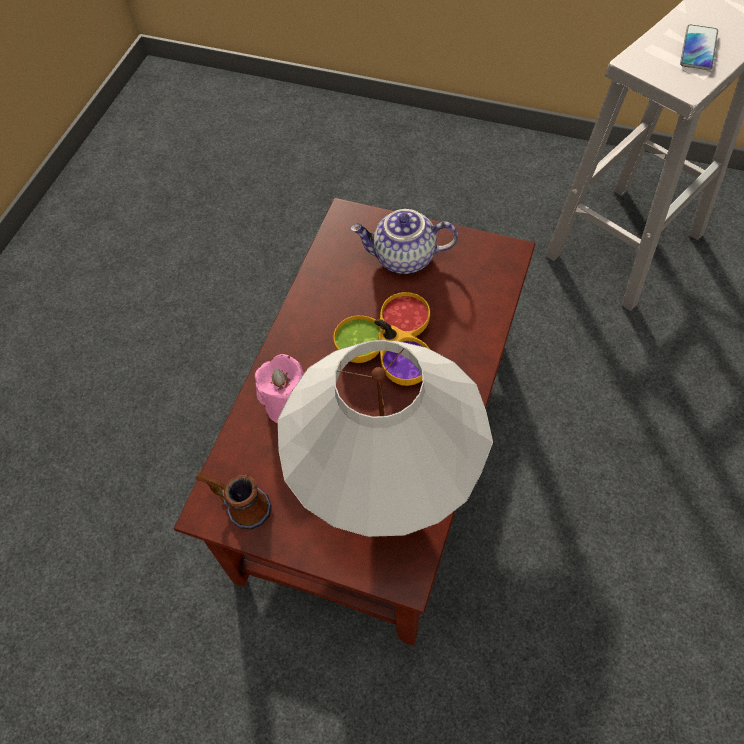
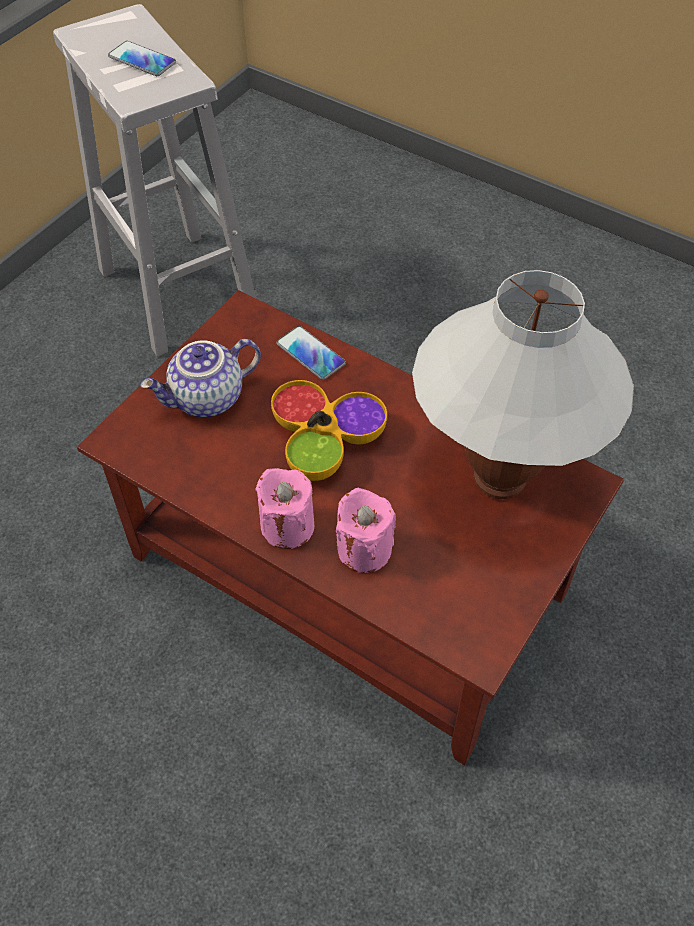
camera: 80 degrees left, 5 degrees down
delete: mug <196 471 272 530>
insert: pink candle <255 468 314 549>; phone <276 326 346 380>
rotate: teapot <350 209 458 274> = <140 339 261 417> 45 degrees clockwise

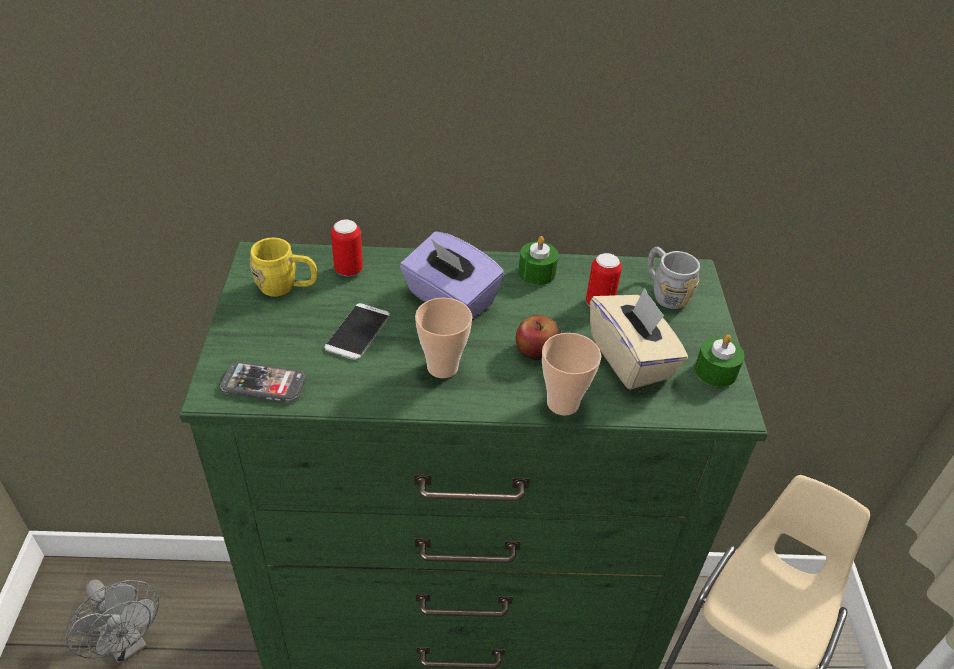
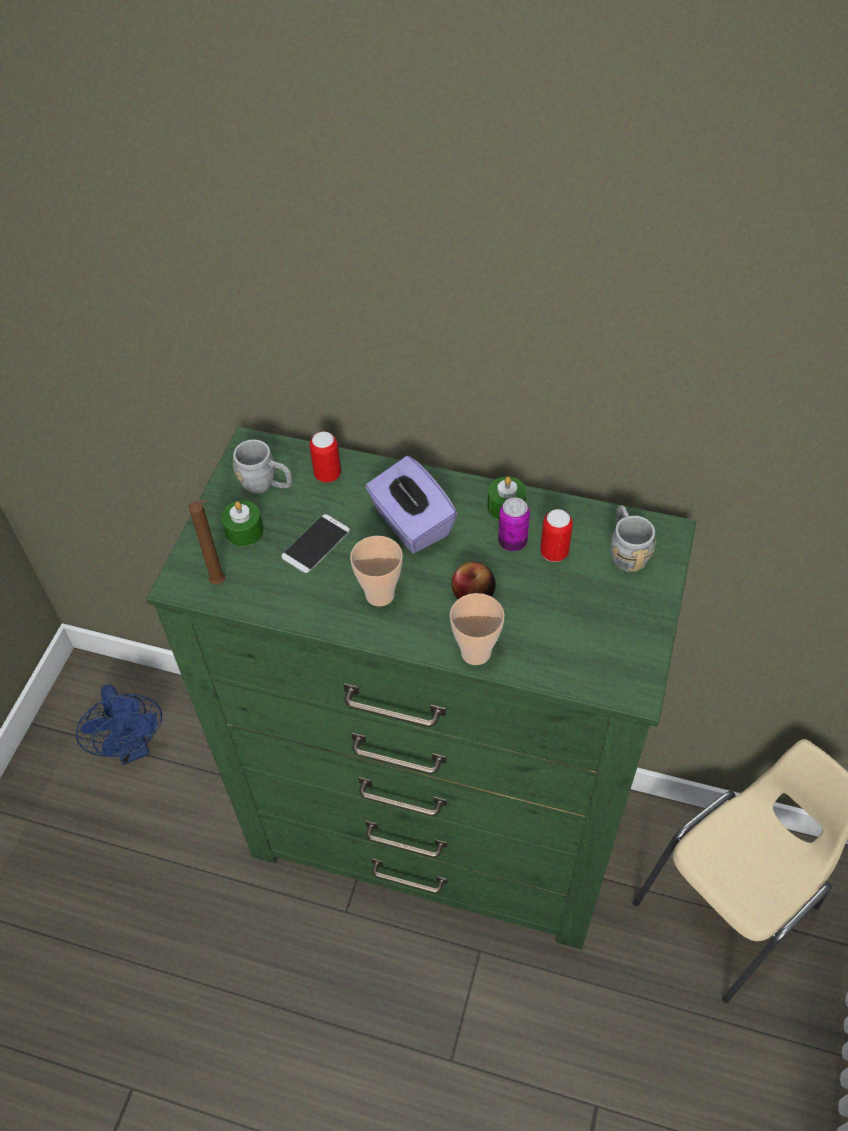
camera: 20 degrees right, 10 degrees up
delete: beige tissue box <590 288 688 390>
insert: can <498 497 530 551>
move: green candle <695 334 744 387> to <221 501 263 546>
replace: phone <220 362 306 403> to brown candle <188 499 225 585>
recolor: grey fan <66 579 159 664> to blue fan <76 684 162 765>; yellow mug <250 238 317 297> to grey mug <233 440 293 494>

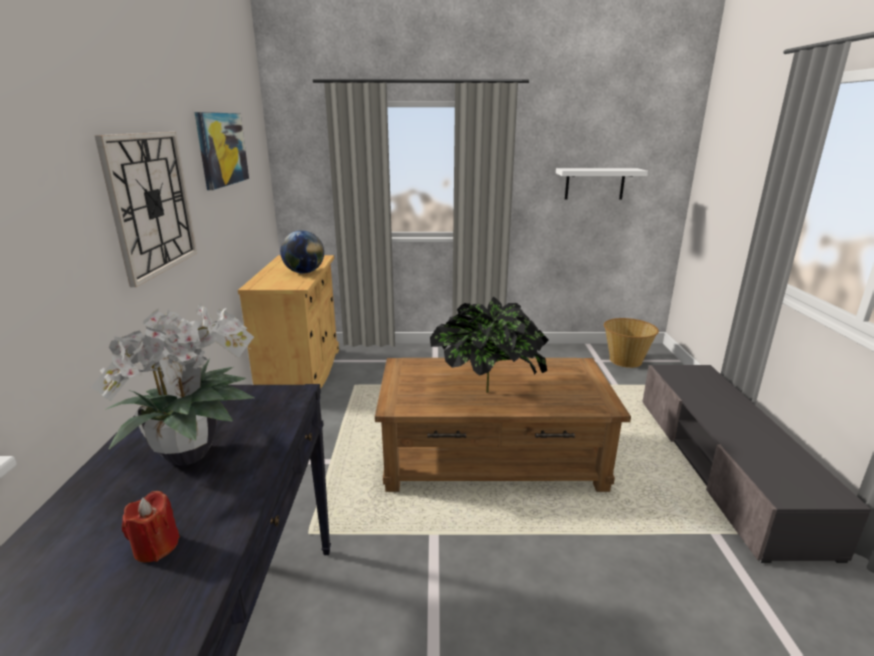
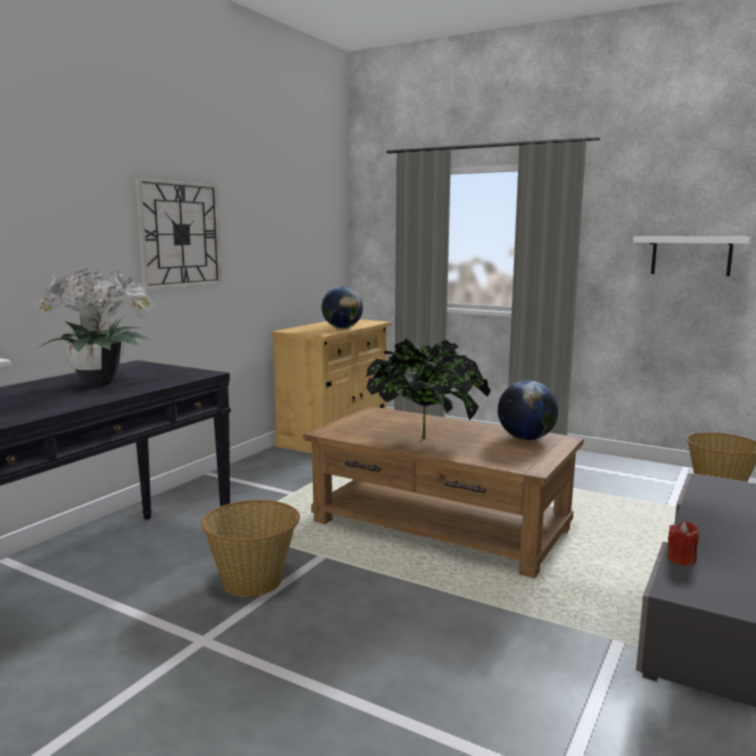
camera: 30 degrees right, 10 degrees down
delete: picture <194 112 249 190>
insert: basket <201 500 300 597>; globe <498 380 559 440>
move: red candle <122 491 180 562> to <667 521 699 566>

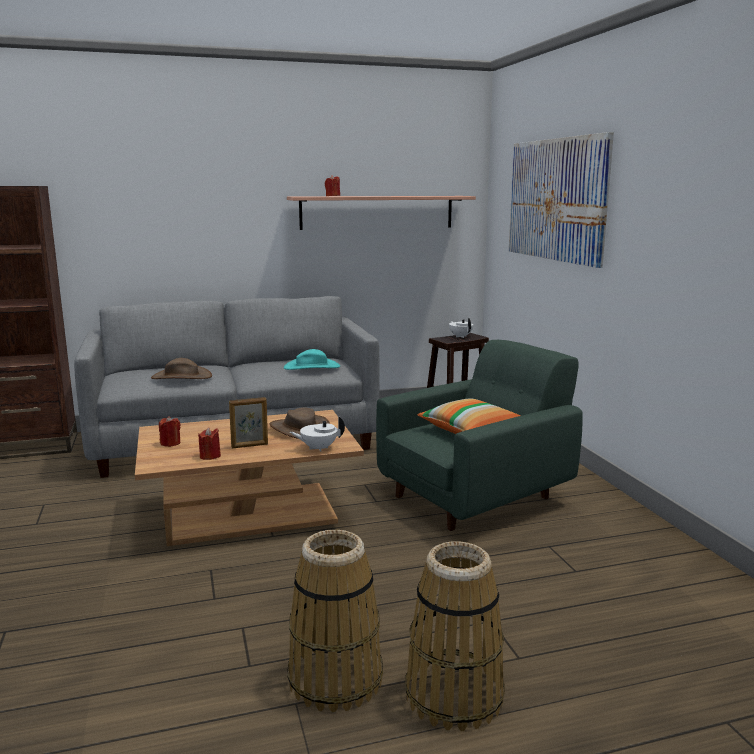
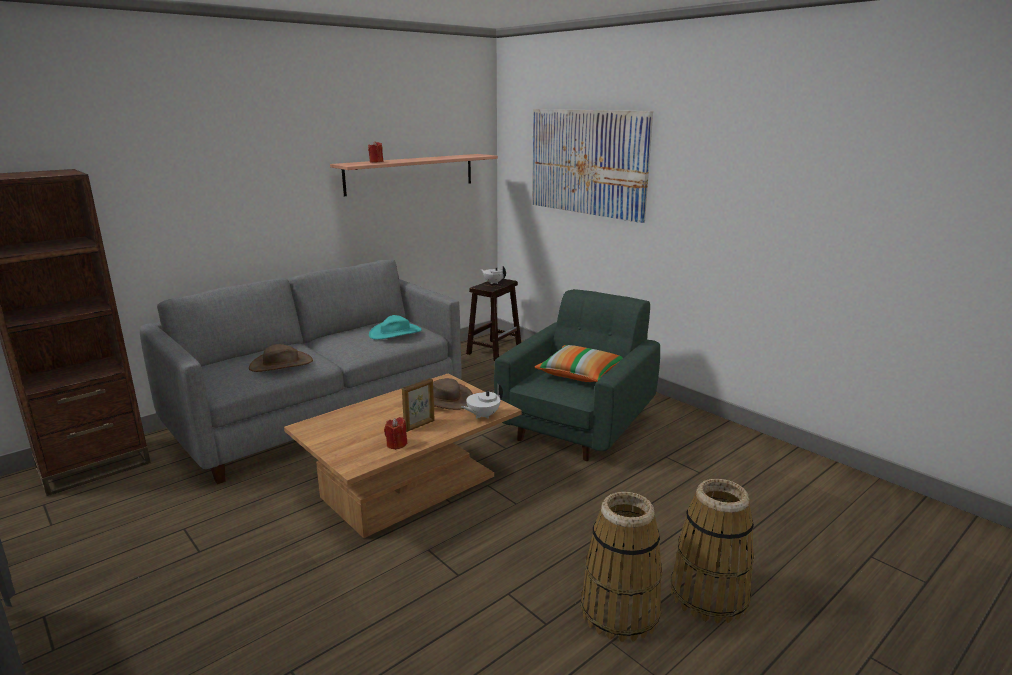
camera: 25 degrees left, 5 degrees up
delete: red candle <159 416 180 447>

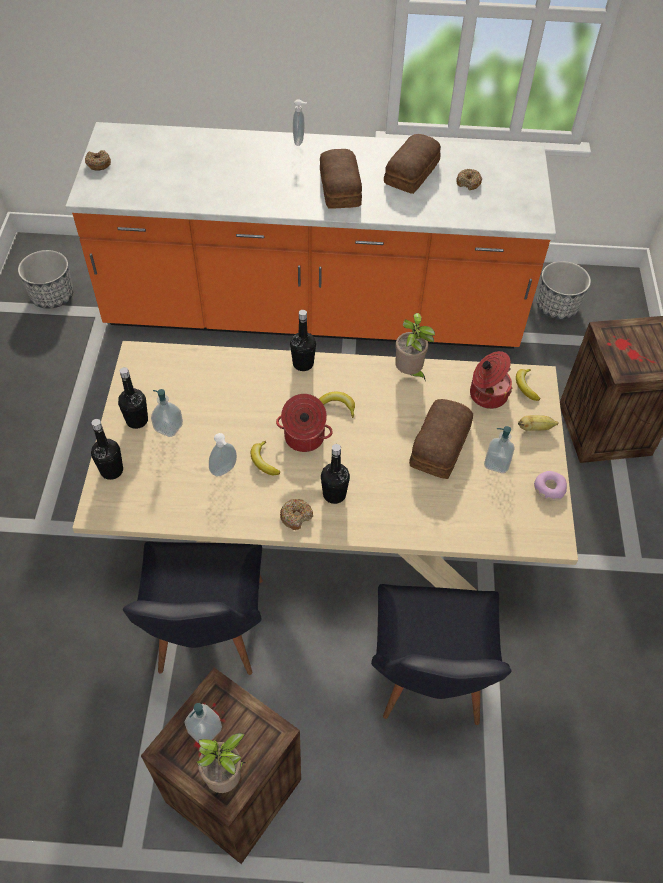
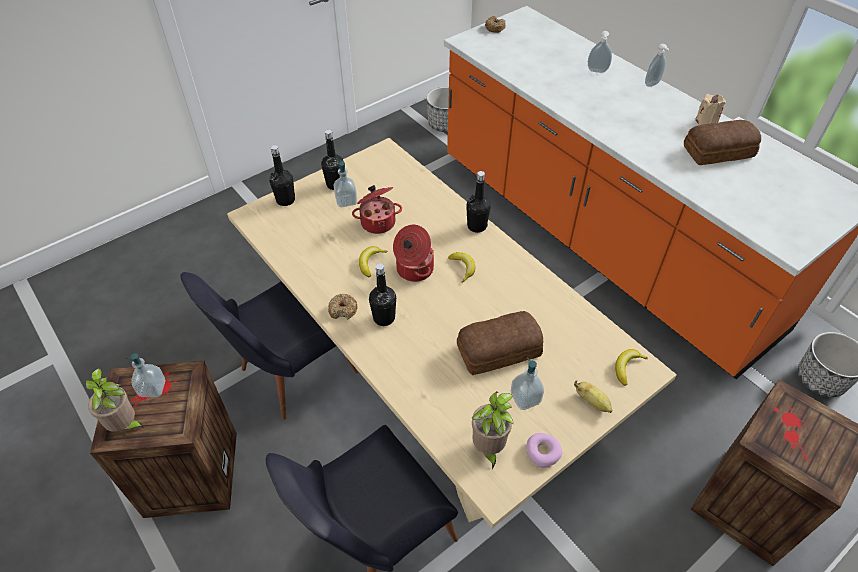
camera: 50 degrees right, 5 degrees down
delete: bread <320 149 362 209>; donut <456 169 482 190>
insert: beige candle <695 94 726 125>
move: soap dispenser <209 433 237 476> to <588 31 612 73>; potted plant <395 313 435 381> to <472 391 514 469>; cooking pot <470 351 513 409> to <352 185 402 234>

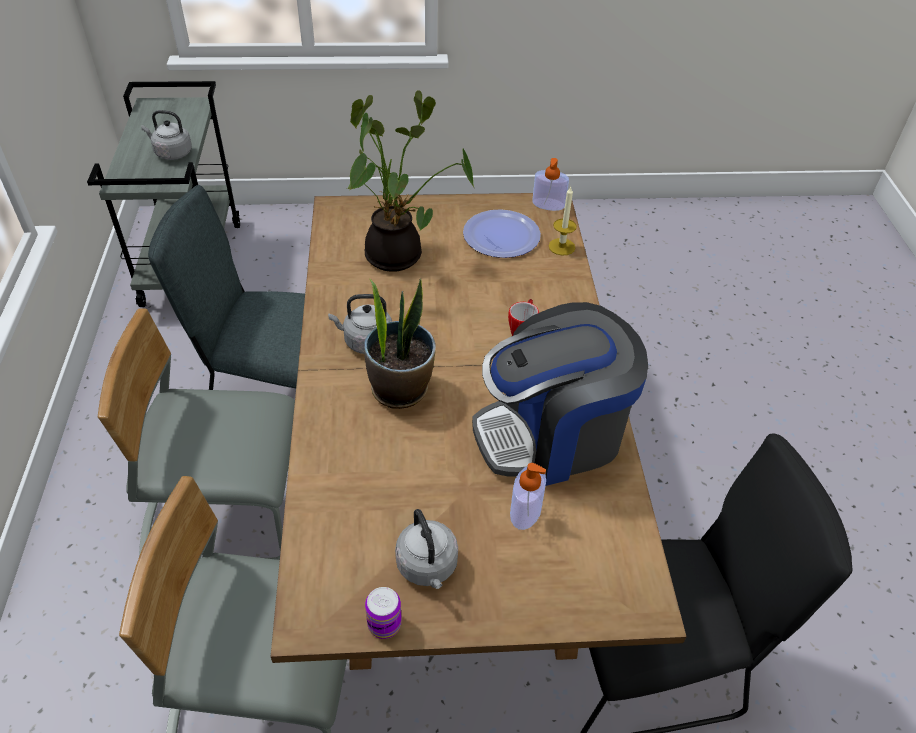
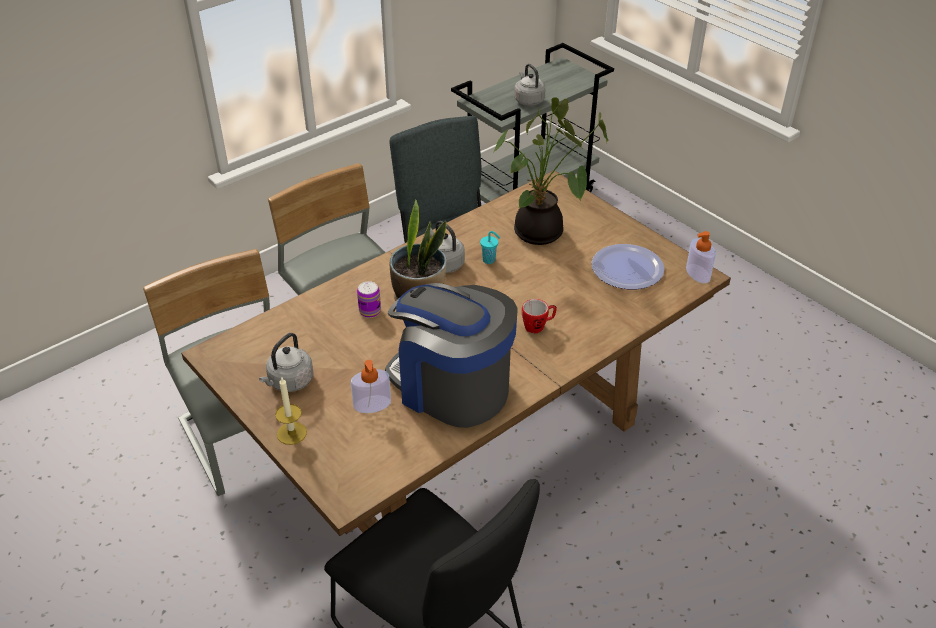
camera: 55 degrees right, 5 degrees down
insert: turquoise cup <480 231 500 264>
move: can <365 587 402 639> to <357 281 381 318>; candle <549 187 577 255> to <275 378 307 445>

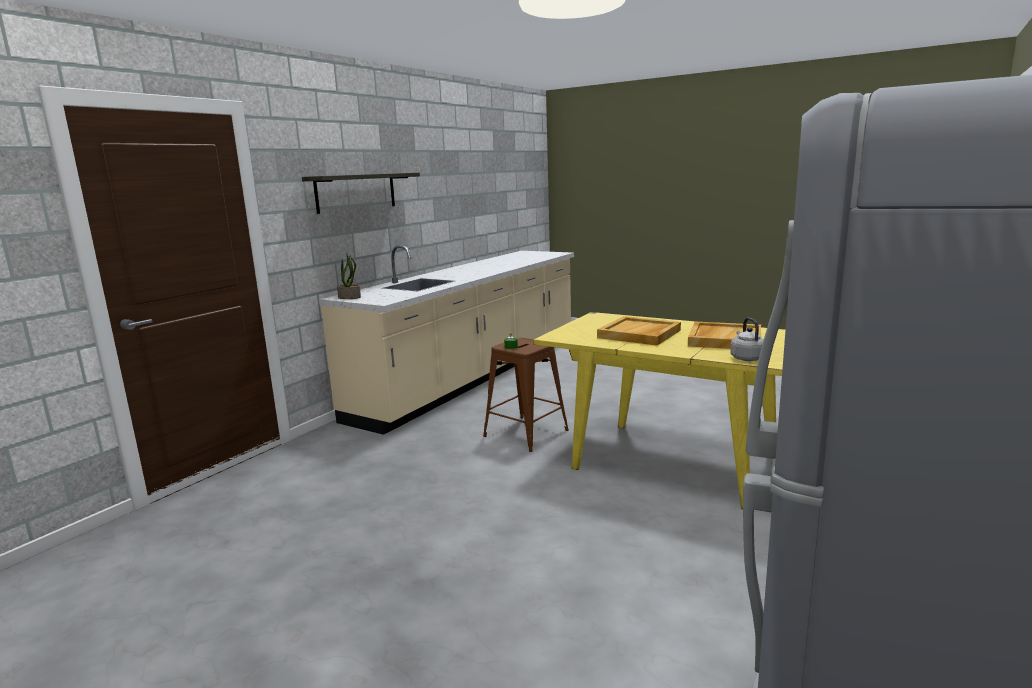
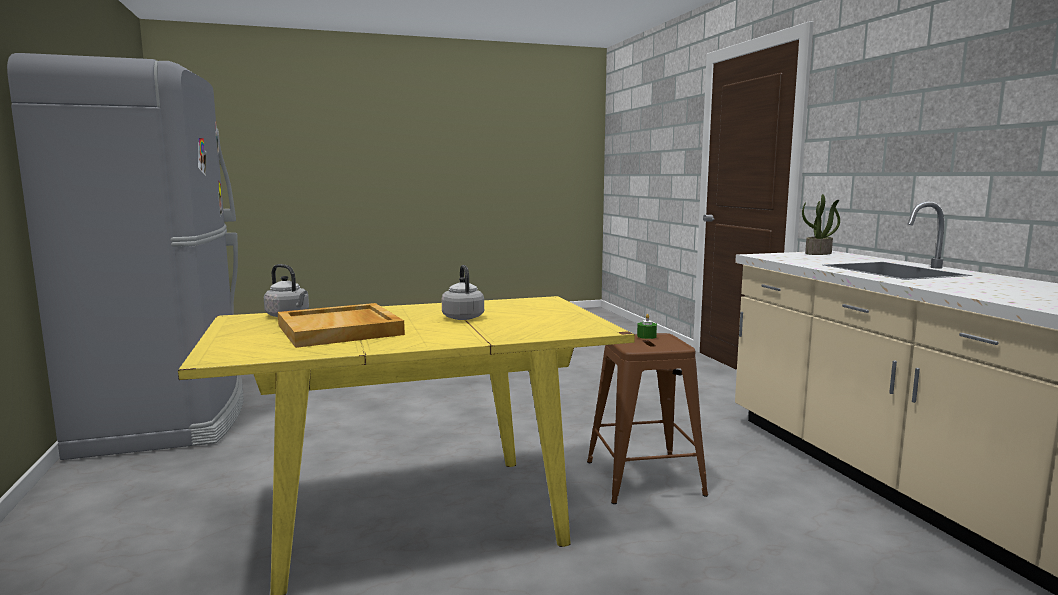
camera: 130 degrees right, 5 degrees down
delete: shelf <302 173 420 214>
replace: beige tray <597 316 681 346> to grey kettle <442 265 484 320>

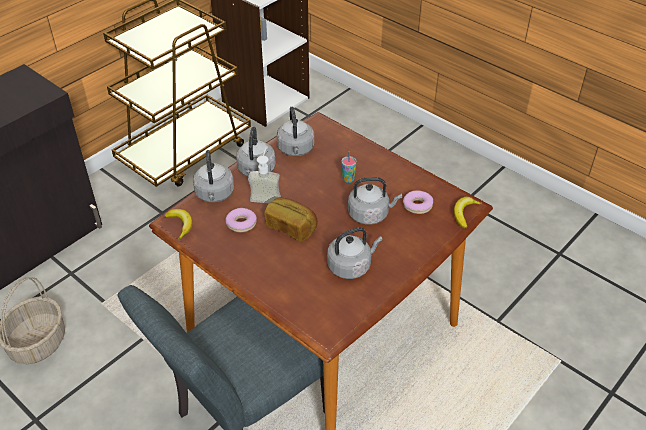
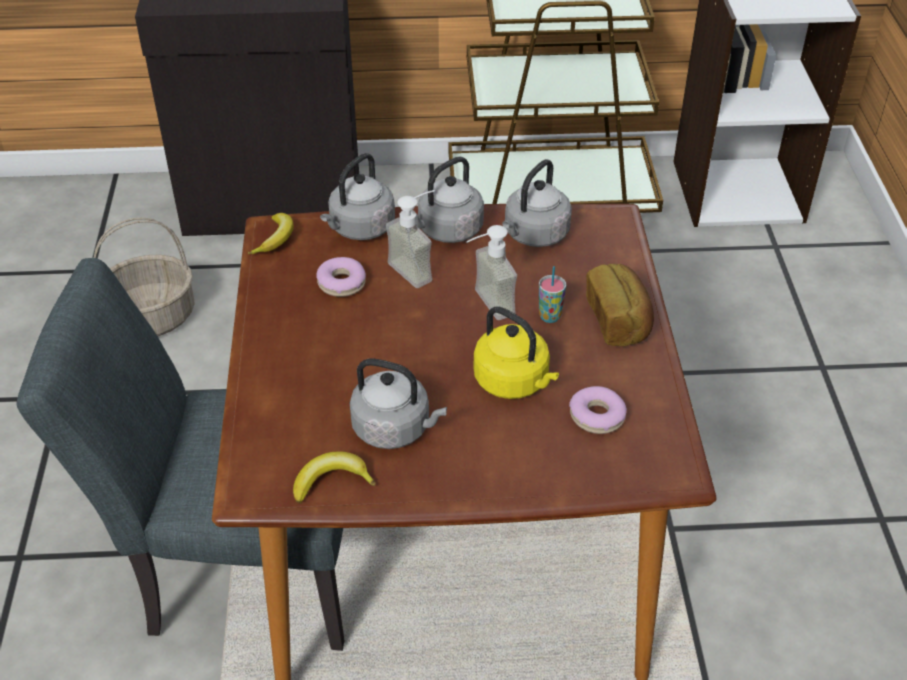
camera: 45 degrees right, 0 degrees up
insert: soap dispenser <466 225 517 320>
move: bread <264 198 318 242> to <586 264 654 346>; banana <454 197 482 229> to <293 451 376 503>
recolor: grey kettle <348 177 402 225> to yellow kettle <474 306 559 399>

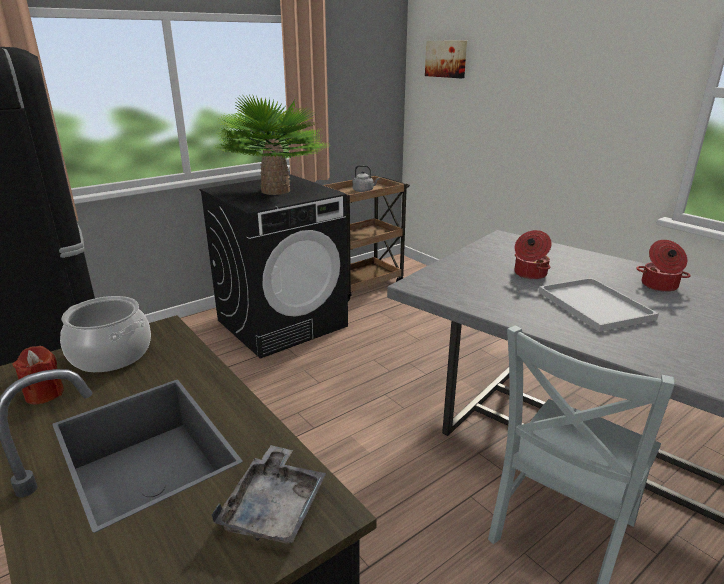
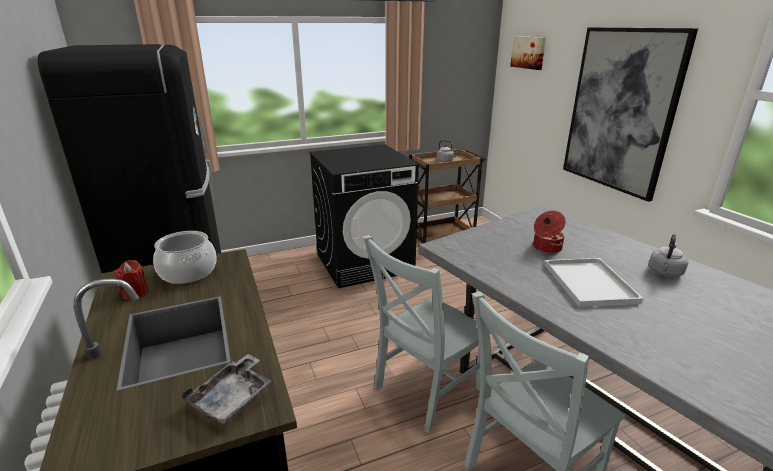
camera: 15 degrees right, 0 degrees up
delete: potted plant <216 94 332 195>
insert: grey chair <362 235 490 433>; picture <563 27 698 202>
replace: cooking pot <636 240 690 292> to grey kettle <649 234 688 277>

